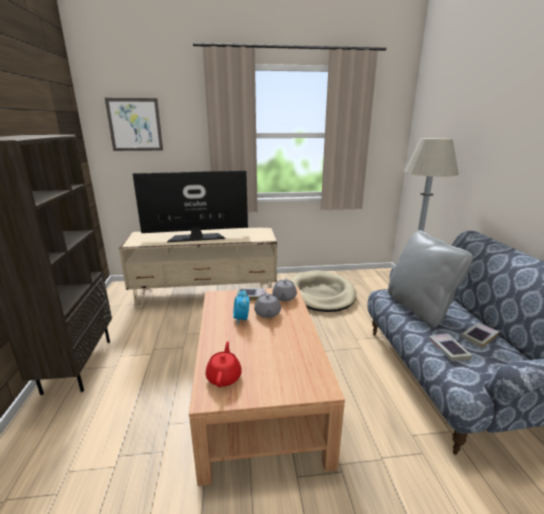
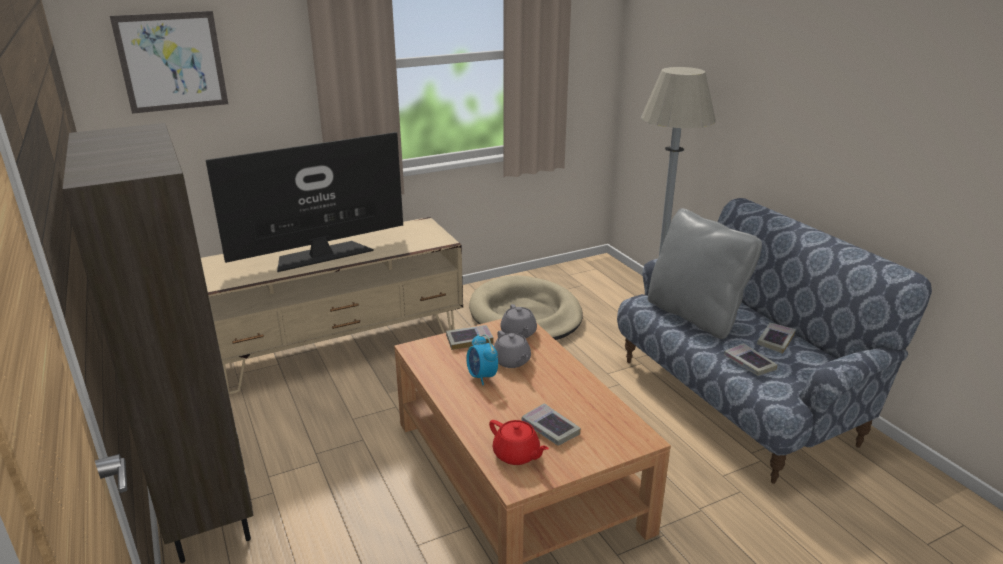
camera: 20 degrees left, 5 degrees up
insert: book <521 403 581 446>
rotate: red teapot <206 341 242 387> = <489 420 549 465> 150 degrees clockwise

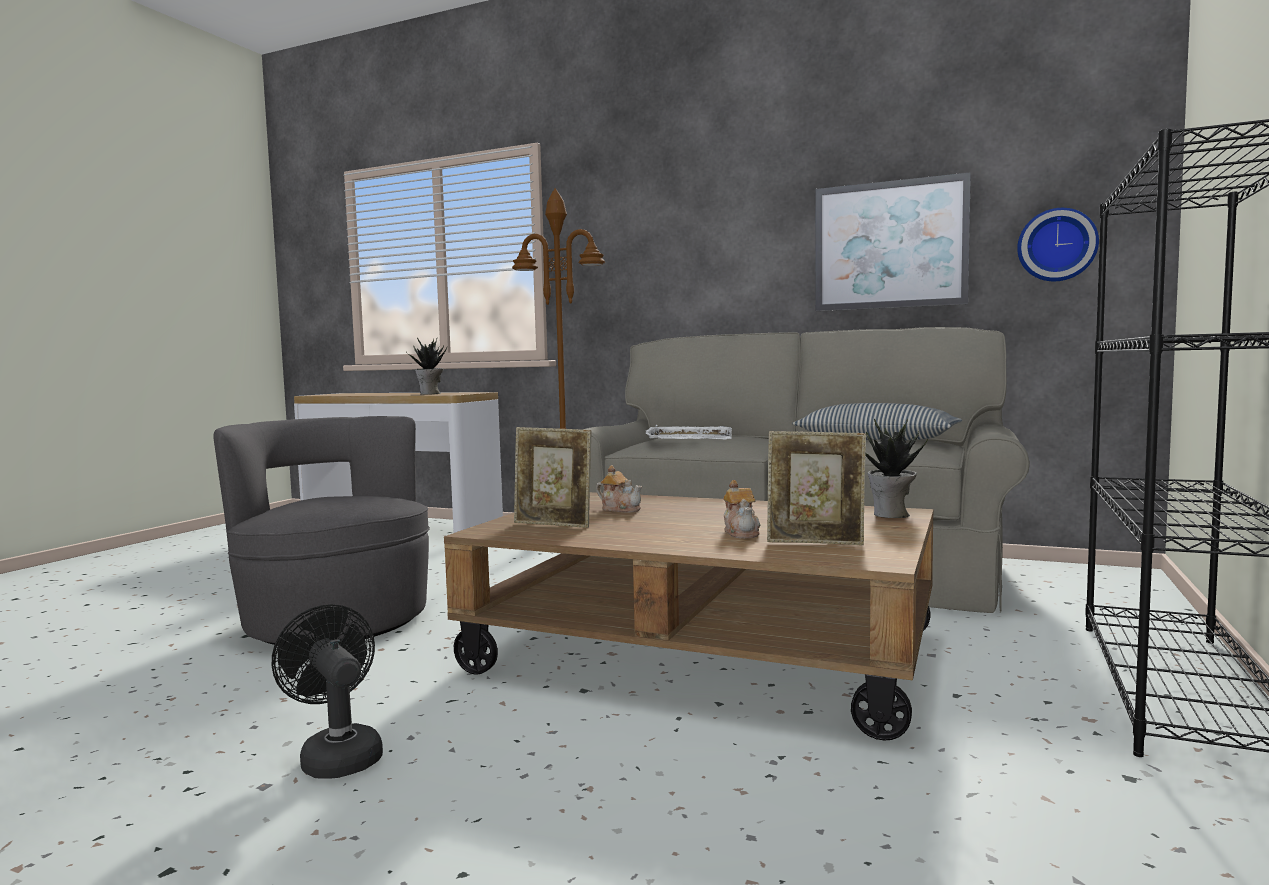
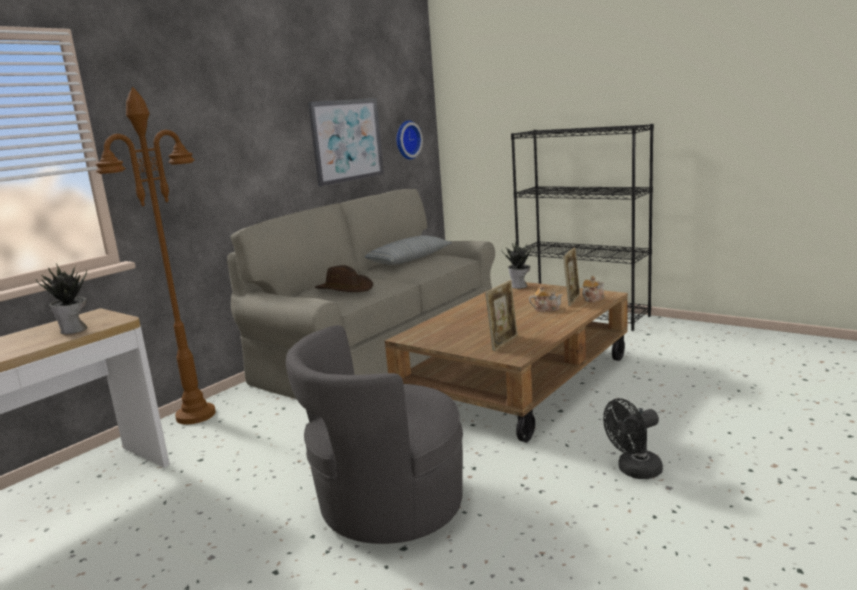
camera: 75 degrees left, 10 degrees up
move: teapot <596 465 642 513> to <582 276 604 302>
replace: white tray <646 425 732 440> to brown hat <315 265 373 292>

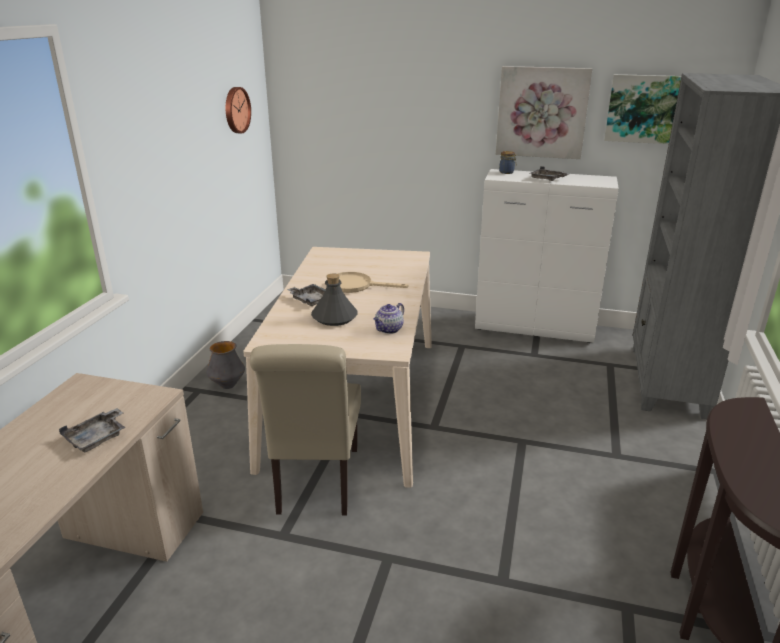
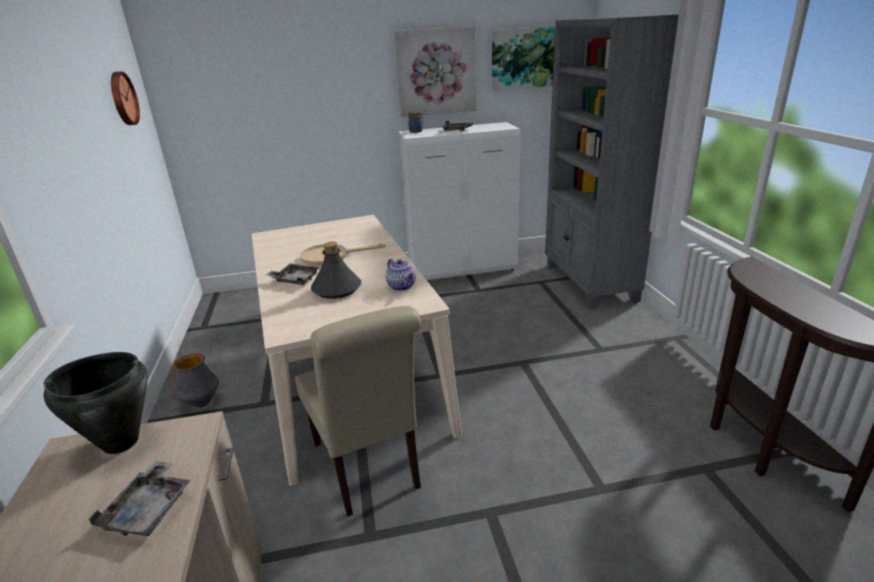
camera: 25 degrees left, 0 degrees up
insert: black cooking pot <44 352 148 454>
rotate: teapot <373 303 404 334> = <386 259 416 291> 45 degrees counterclockwise

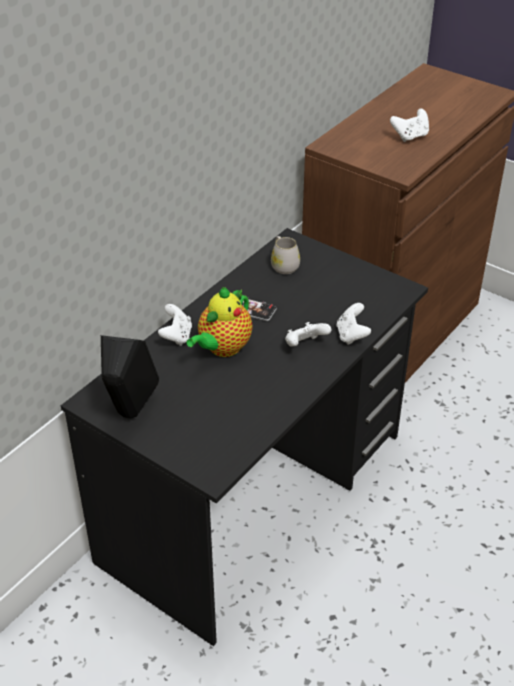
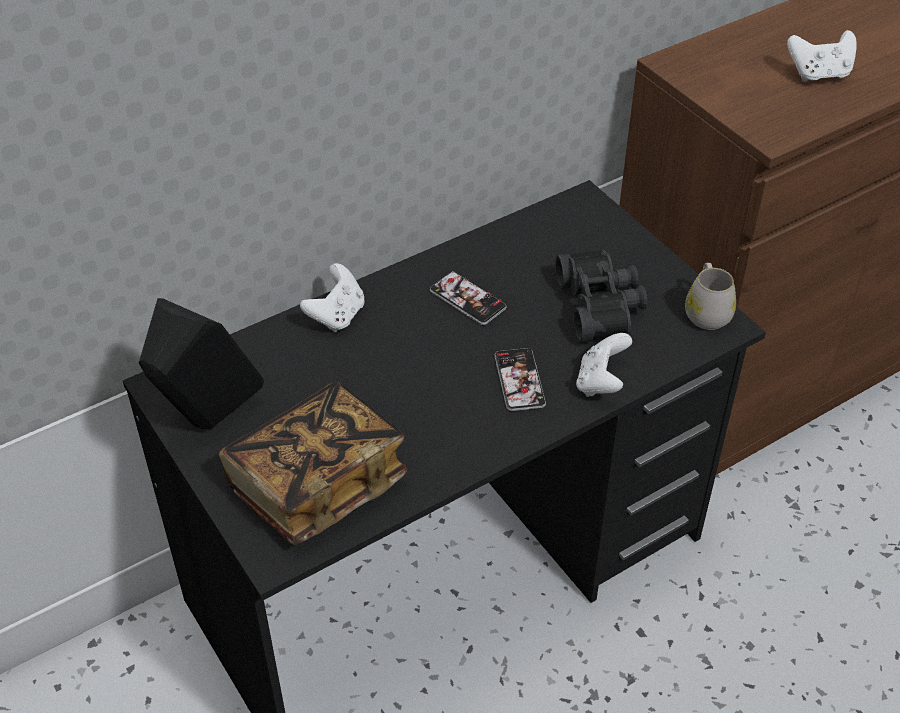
camera: 20 degrees right, 5 degrees up
delete: teapot <186 287 253 357>
insert: book <219 382 408 545>; black binoculars <555 250 647 343>
move: white mug <271 236 300 274> to <685 263 736 330>
replace: white game controller <285 322 332 347> to phone <494 348 546 411>

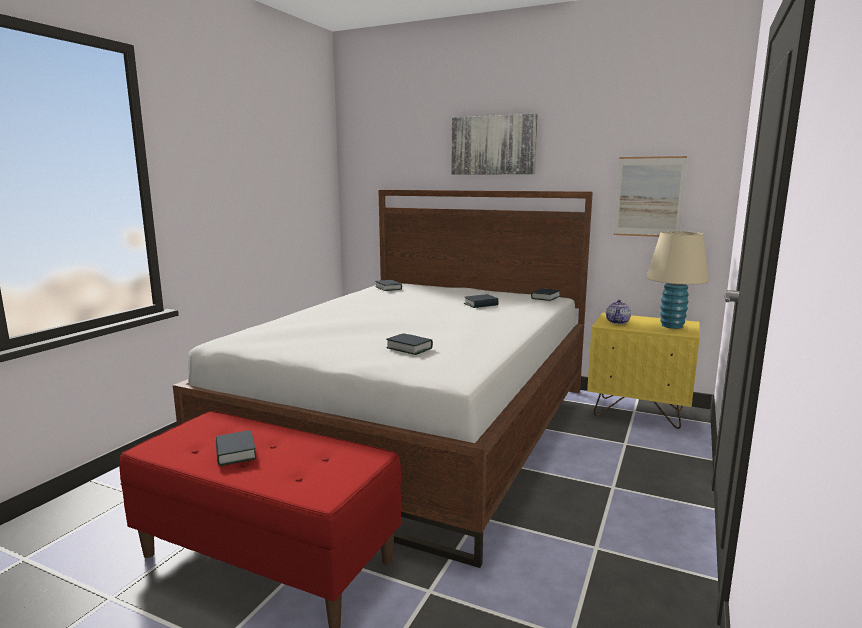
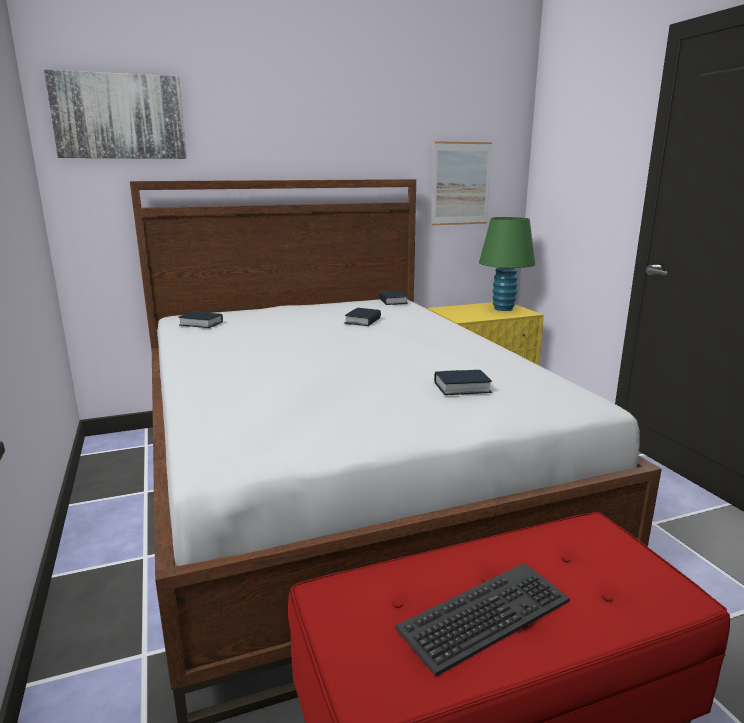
camera: 45 degrees left, 5 degrees up
delete: teapot <606 300 631 324>
move: picture <451 114 538 175> to <44 69 187 159>
replace: book <216 430 256 466> to keyboard <395 563 570 676>
recolor: beige table lamp <646 231 709 329> to green table lamp <479 217 535 311>

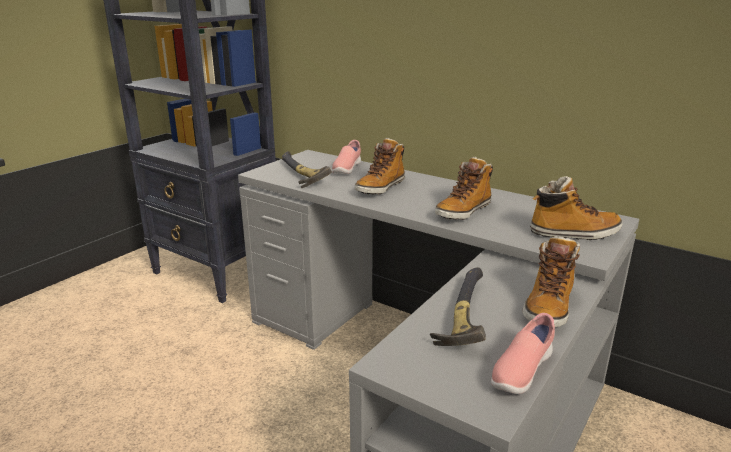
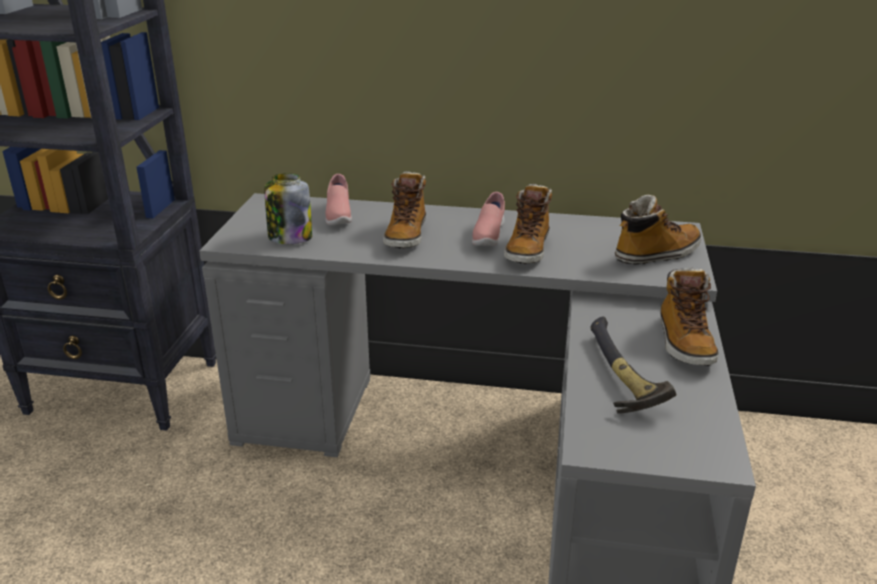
camera: 25 degrees left, 5 degrees up
move: pink shoe <491 313 555 394> to <472 192 505 246>
replace: hammer <282 151 332 188> to jar <264 173 312 244>

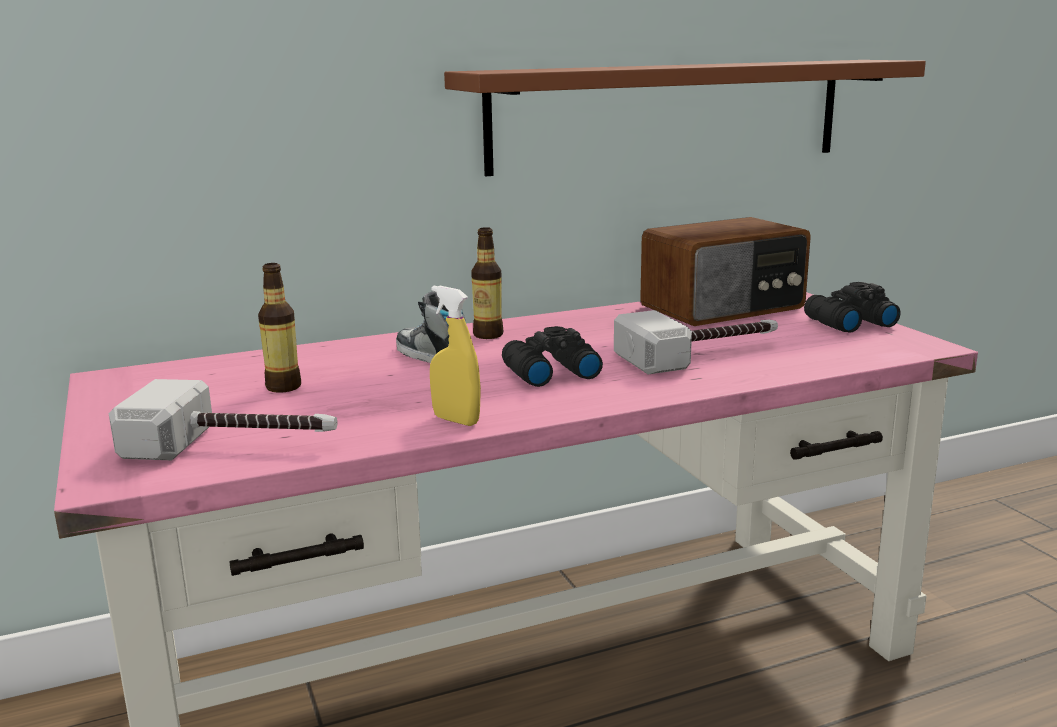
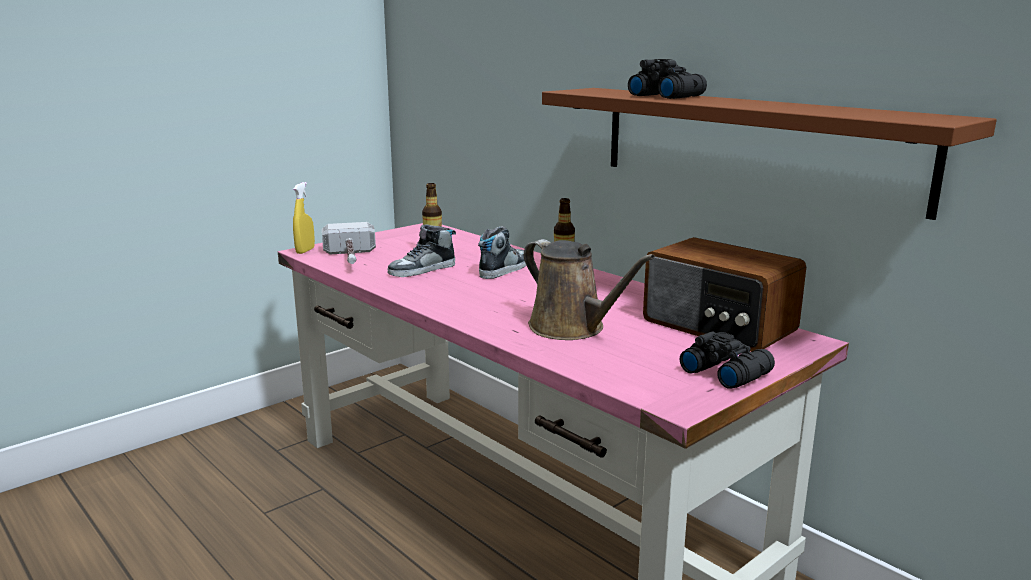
camera: 70 degrees right, 0 degrees up
insert: shoe <387 224 456 277>
move: yellow spray bottle <430 286 481 426> to <293 182 315 254>; black binoculars <502 326 603 387> to <628 59 707 99>
replace: hammer <614 310 778 375> to brown watering can <524 239 655 340>

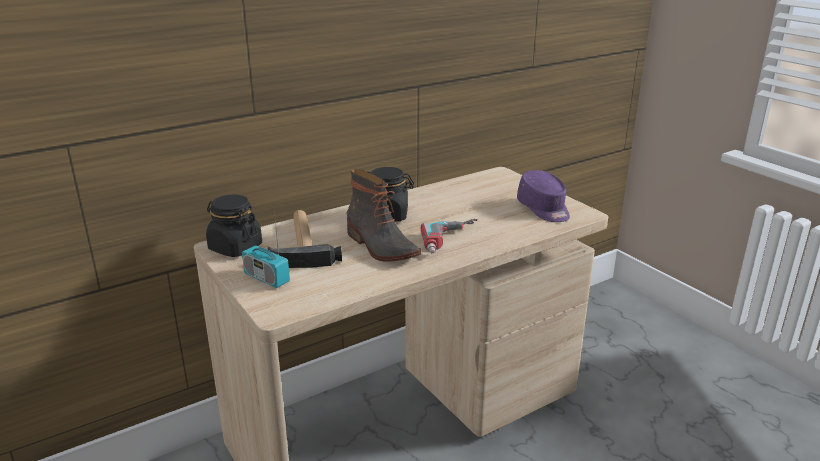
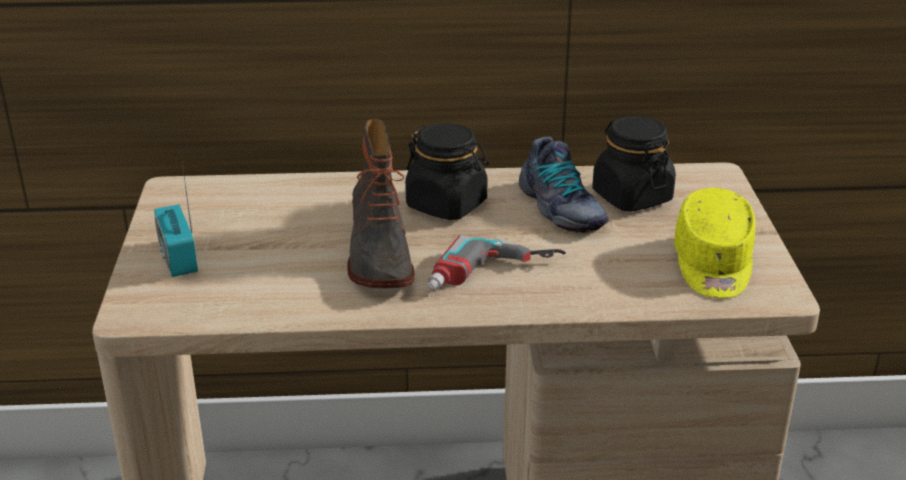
camera: 30 degrees right, 5 degrees up
delete: hammer <268 210 342 268>
insert: shoe <519 137 609 233>
move: black jar <206 195 262 257> to <592 116 676 212>
recolor: purple cap <517 170 570 222> to yellow cap <674 188 755 298>

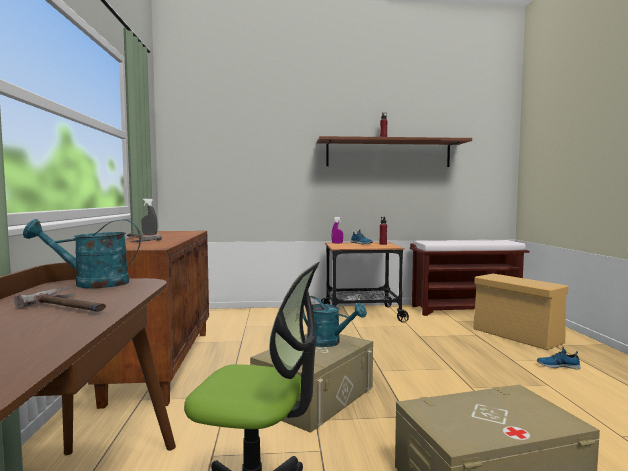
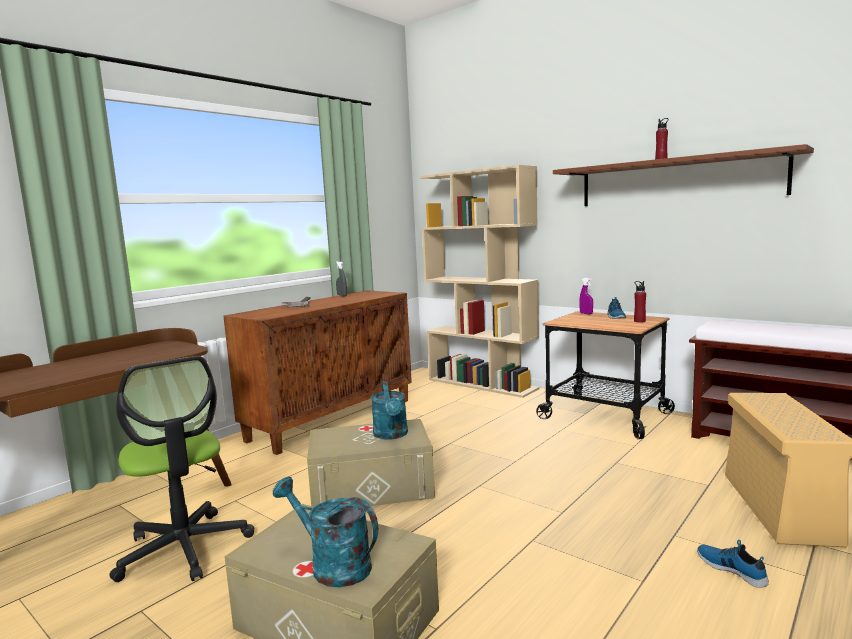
camera: 45 degrees right, 5 degrees up
delete: hammer <14 286 106 312>
insert: beige bookcase <419 165 540 398>
move: turquoise watering can <23 219 141 288> to <273 477 378 587>

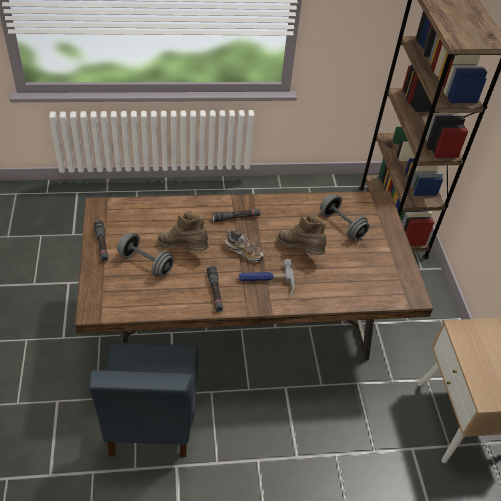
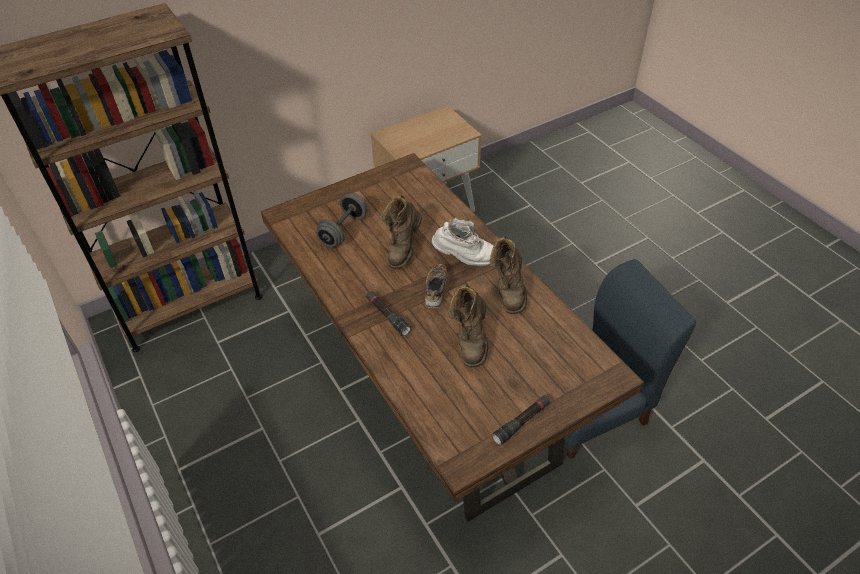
camera: 110 degrees left, 0 degrees up
delete: grey dumbbell <117 233 174 277>
replace: black flashlight <207 266 223 312> to brown boot <489 236 527 314>; hammer <239 259 295 296> to white boot <432 217 494 266>

